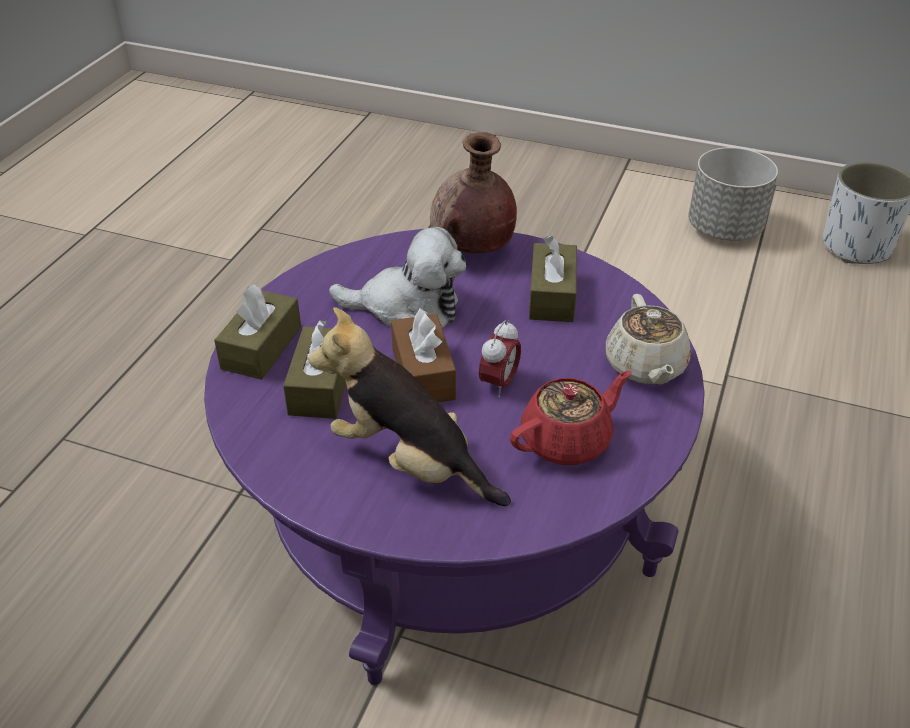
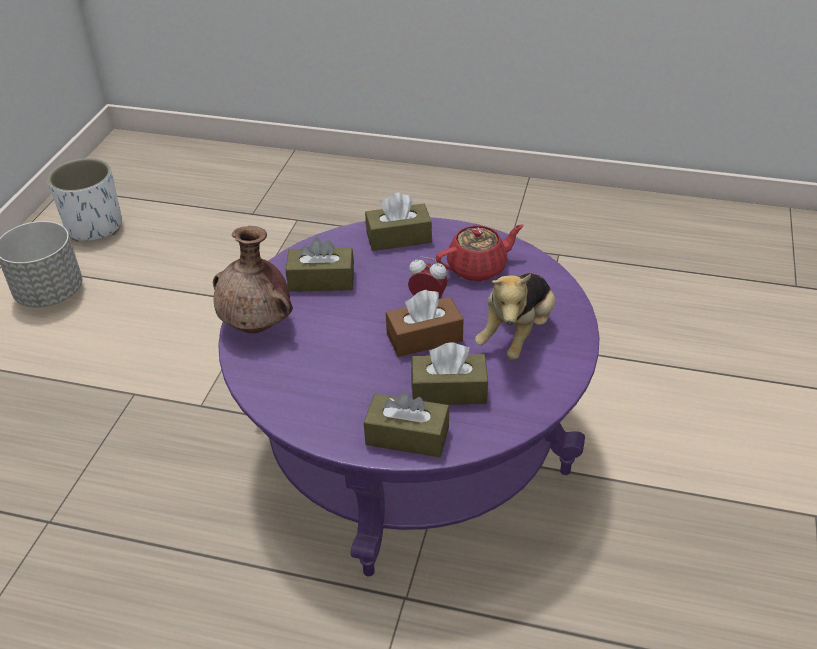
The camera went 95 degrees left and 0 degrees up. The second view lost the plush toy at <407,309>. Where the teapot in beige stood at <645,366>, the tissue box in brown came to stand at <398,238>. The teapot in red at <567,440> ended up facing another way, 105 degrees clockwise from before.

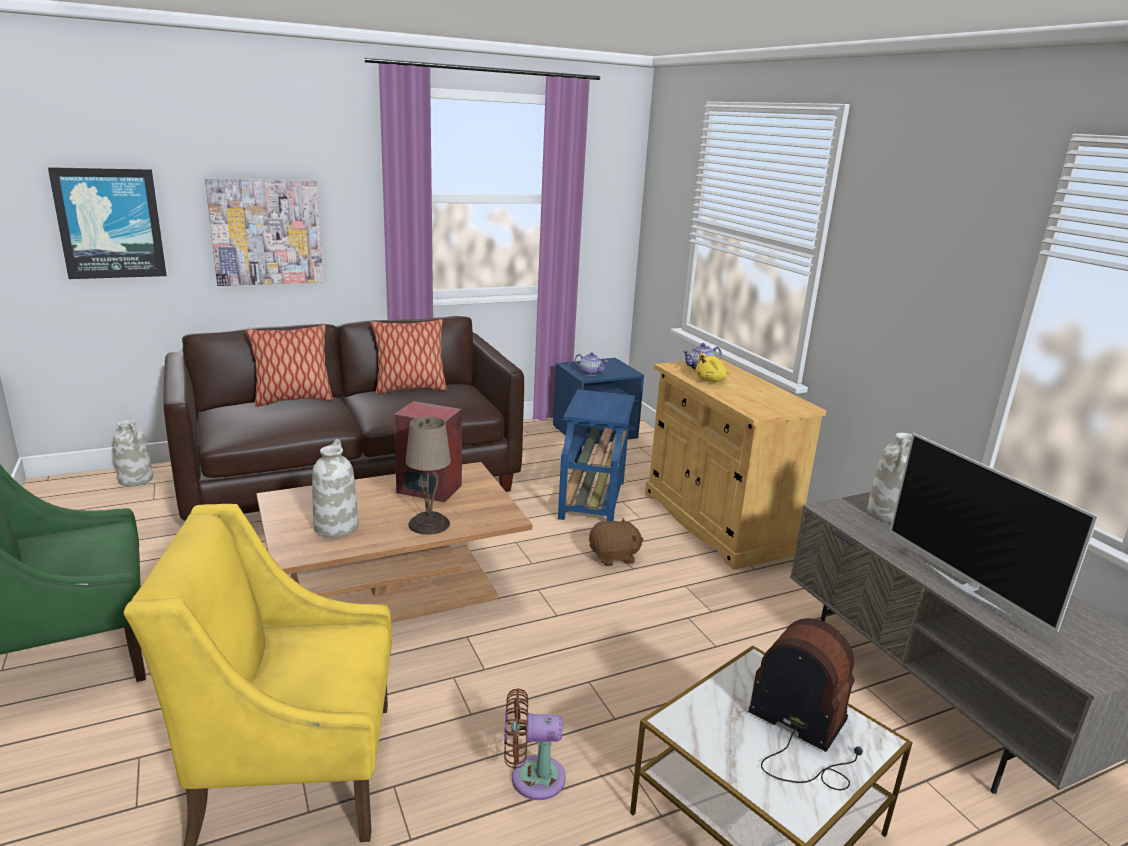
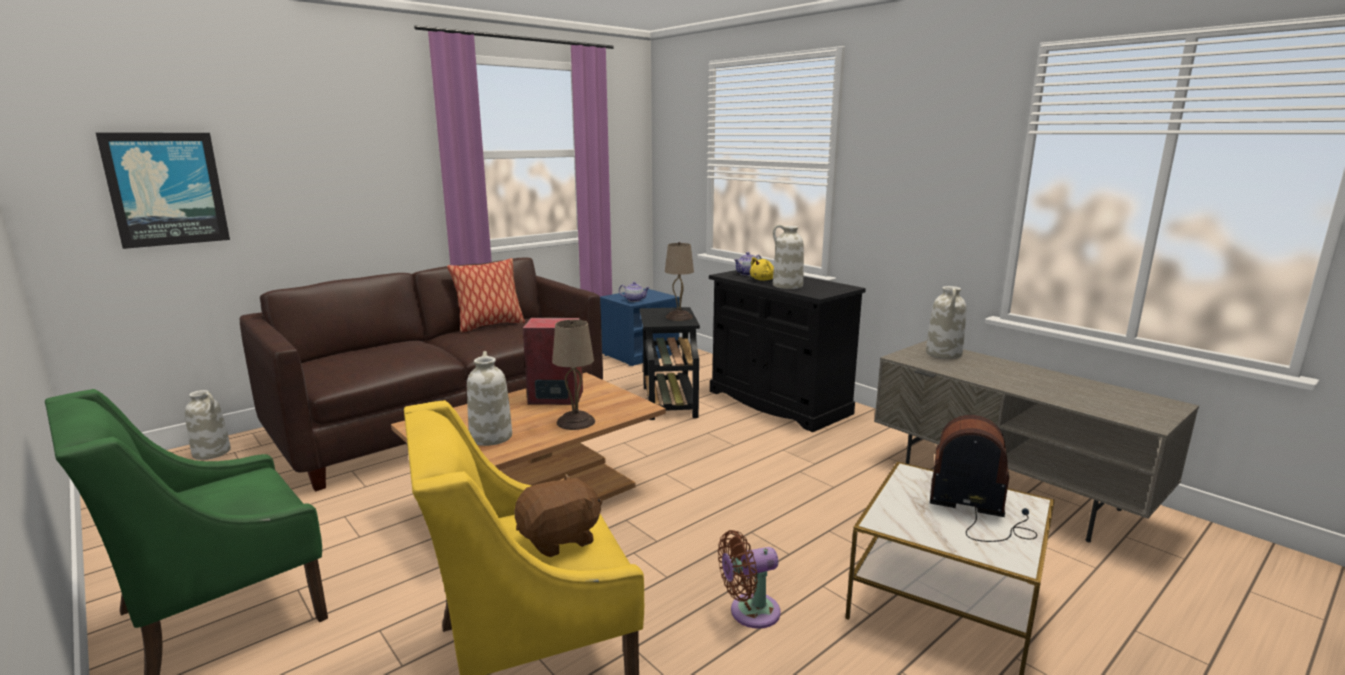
The camera went 15 degrees left and 5 degrees down. The second view lost the picture at <266,232>. The second view lost the pillow at <293,400>. The second view lost the television at <967,588>. The second view gained the table lamp in beige at <678,317>. The second view gained the vase in white at <787,286>. The plush toy in brown ended up elsewhere, having gone from <614,557> to <560,539>. What was the side table in blue at <592,499> turned into the side table in black at <669,401>. What was the cabinet in beige at <716,522> turned into the cabinet in black at <778,402>.

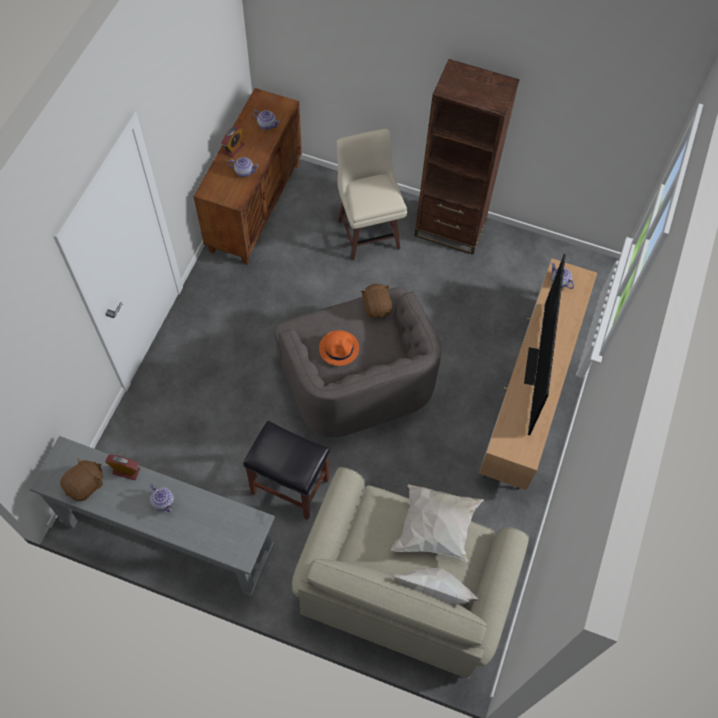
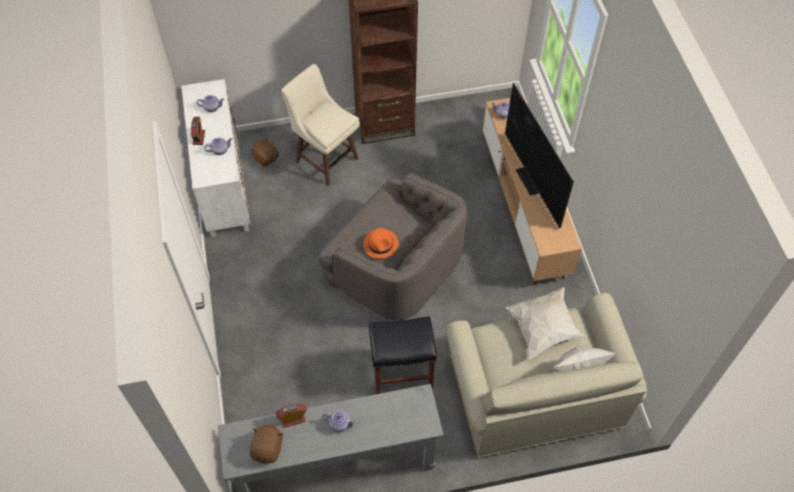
The camera went 30 degrees left and 5 degrees down. The plush toy in brown ended up elsewhere, having gone from <377,307> to <266,158>. What was the cabinet in brown at <254,206> turned into the cabinet in white at <223,184>.

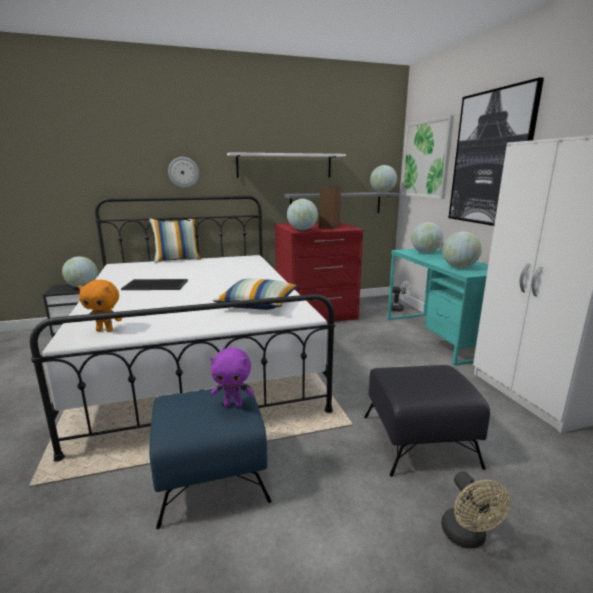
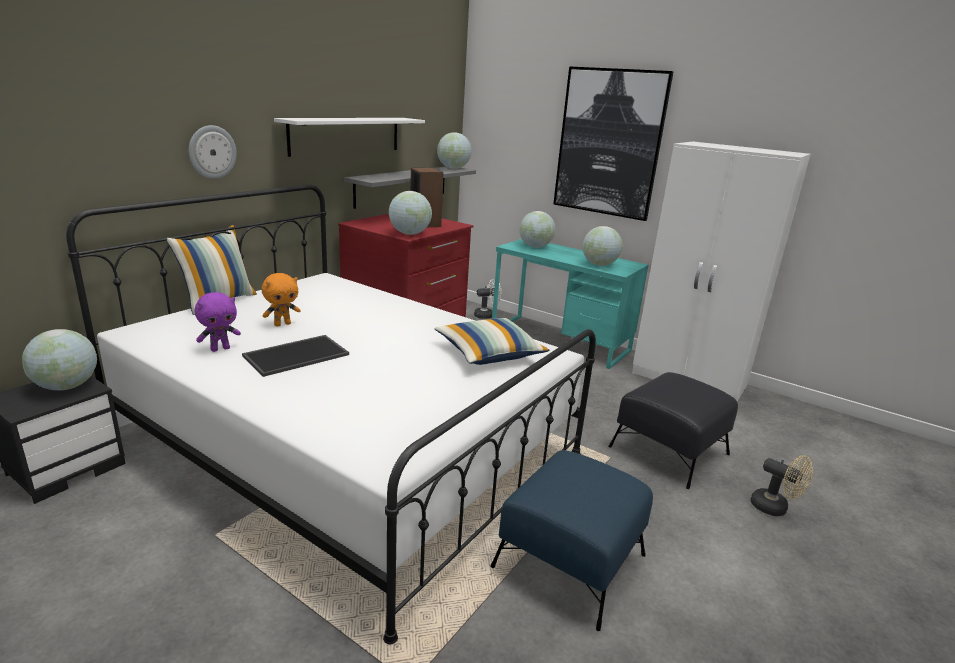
The camera went 40 degrees left and 5 degrees up. The second view lost the picture at <426,159>. The plush toy in orange ended up elsewhere, having gone from <105,330> to <282,324>. The plush toy in purple ended up elsewhere, having gone from <233,404> to <220,349>.

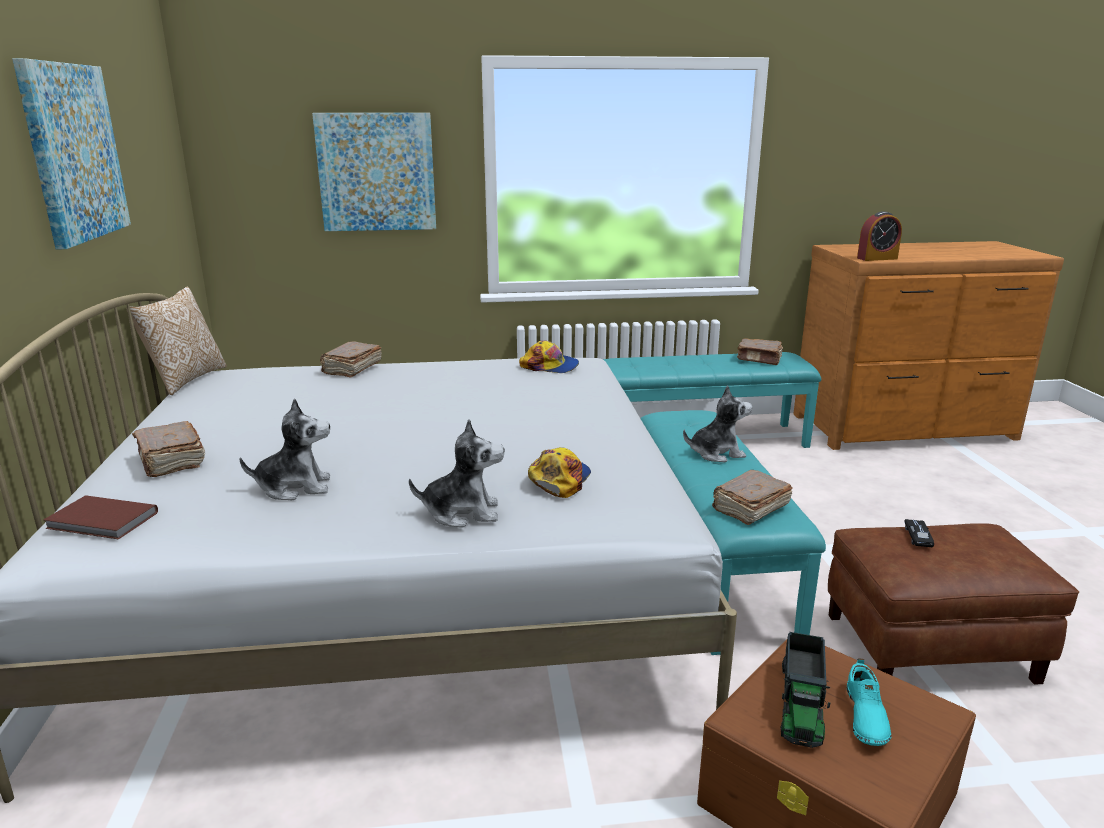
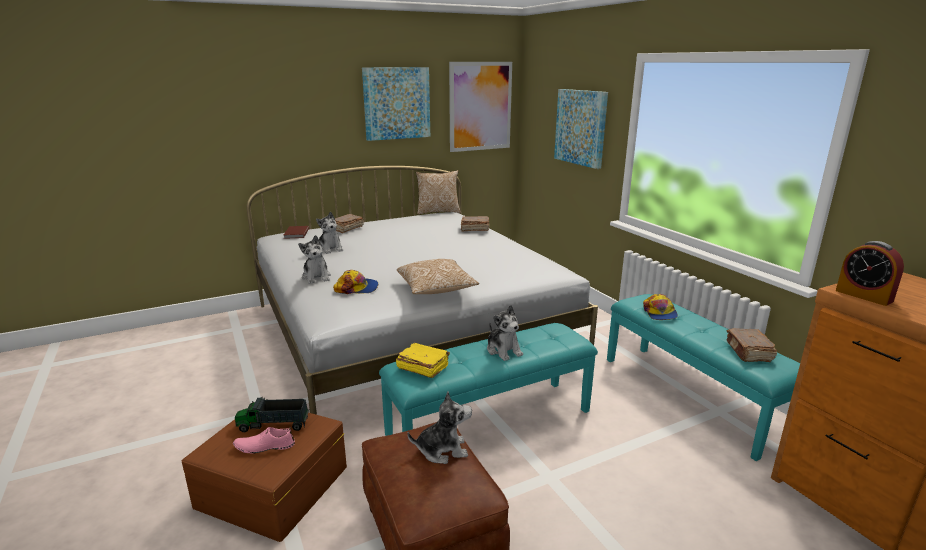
The camera went 70 degrees right and 0 degrees up. The second view gained the pillow at <436,289>. The second view gained the picture at <480,106>. The cap ended up elsewhere, having gone from <550,366> to <659,313>. Where the toy car in black stood at <917,538>, the plush toy came to stand at <442,450>. What was the book in brown at <749,508> turned into the book in yellow at <422,368>. What was the shoe in turquoise at <864,716> turned into the shoe in pink at <264,446>.

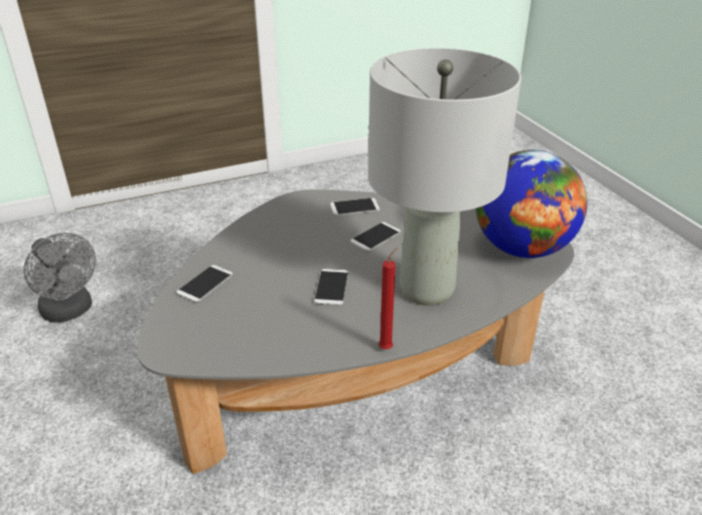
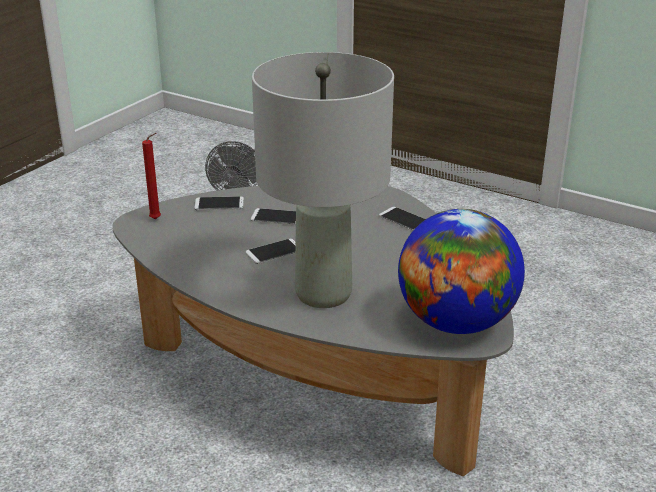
The camera went 55 degrees right and 5 degrees down. The phone ended up elsewhere, having gone from <375,237> to <277,217>. The candle in red ended up elsewhere, having gone from <387,347> to <157,219>.

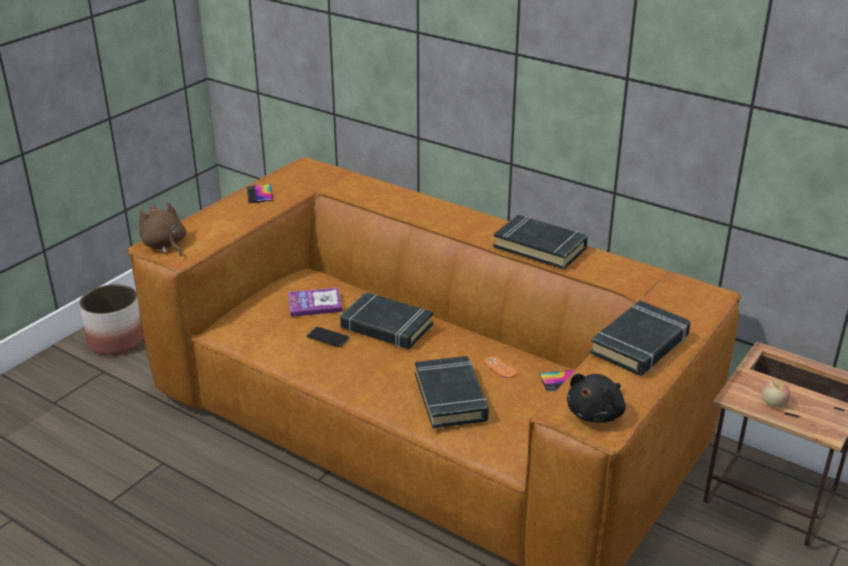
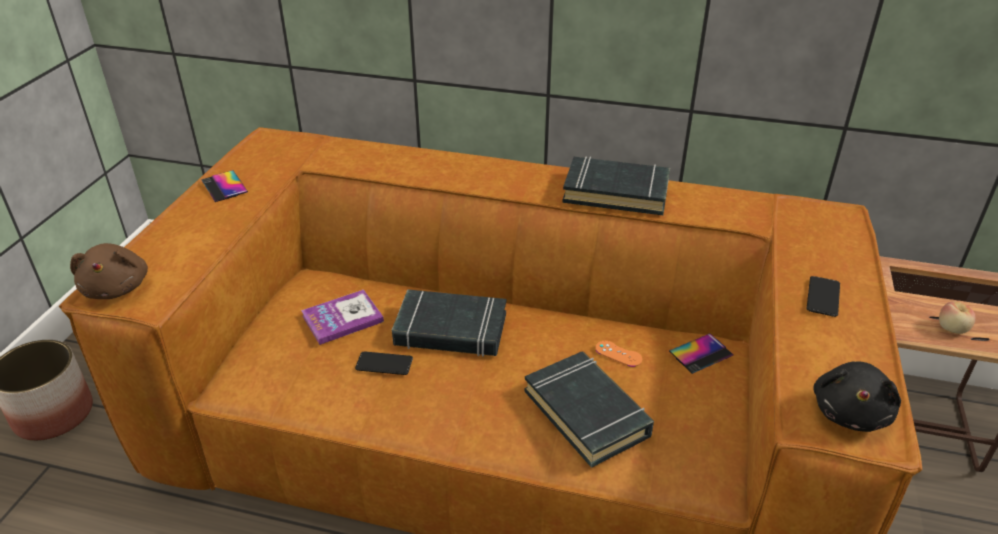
The camera went 20 degrees left and 5 degrees up. Where the book in black stood at <640,344>, the phone came to stand at <823,297>. The plush toy in brown at <165,245> ended up facing another way, 135 degrees counterclockwise from before.

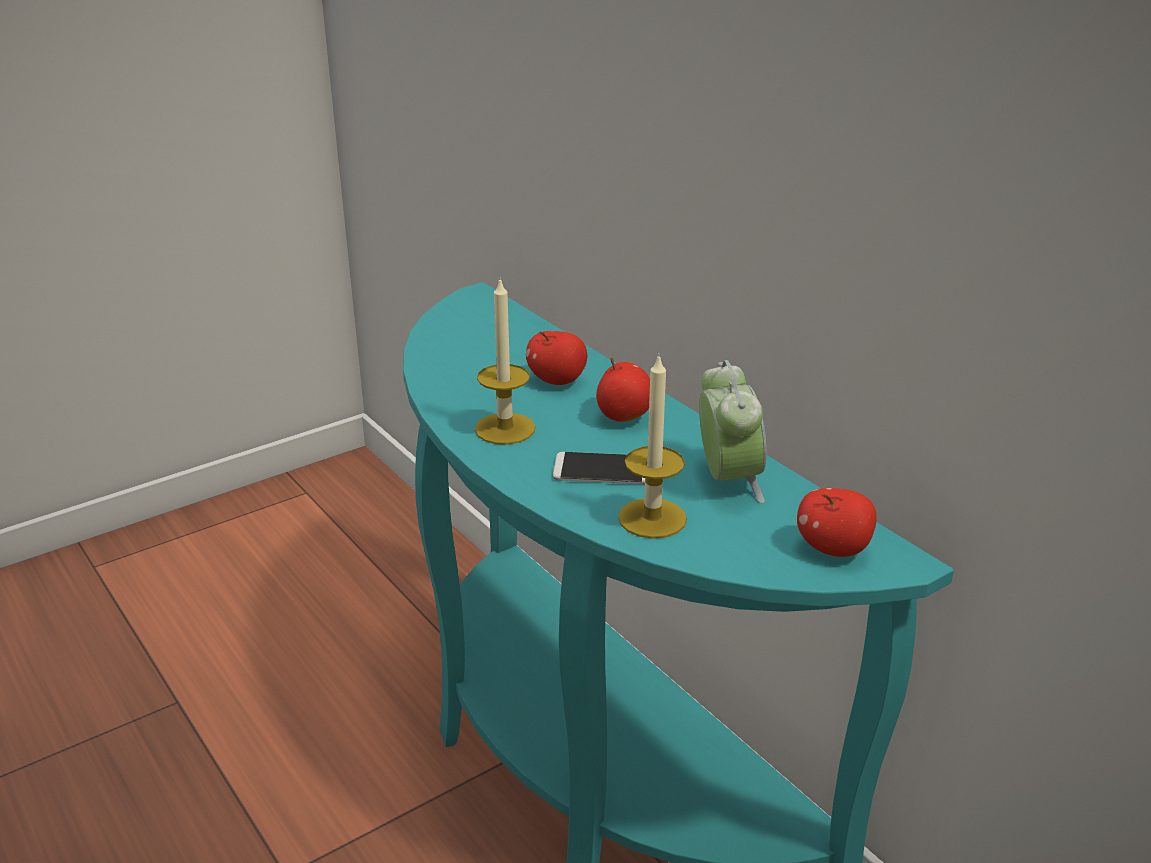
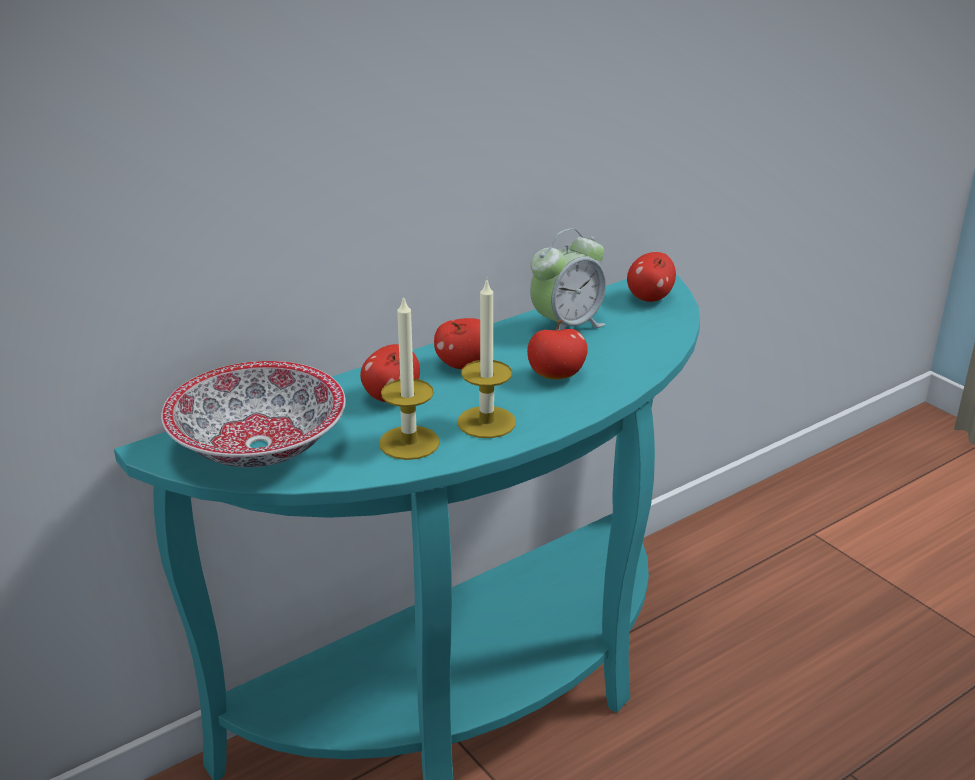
The camera went 90 degrees left and 0 degrees up. The second view gained the bowl at <258,445>. The candle ended up elsewhere, having gone from <652,518> to <409,443>. Where the phone stood at <602,470>, the apple came to stand at <556,376>. The alarm clock at <728,480> ended up facing another way, 150 degrees clockwise from before.

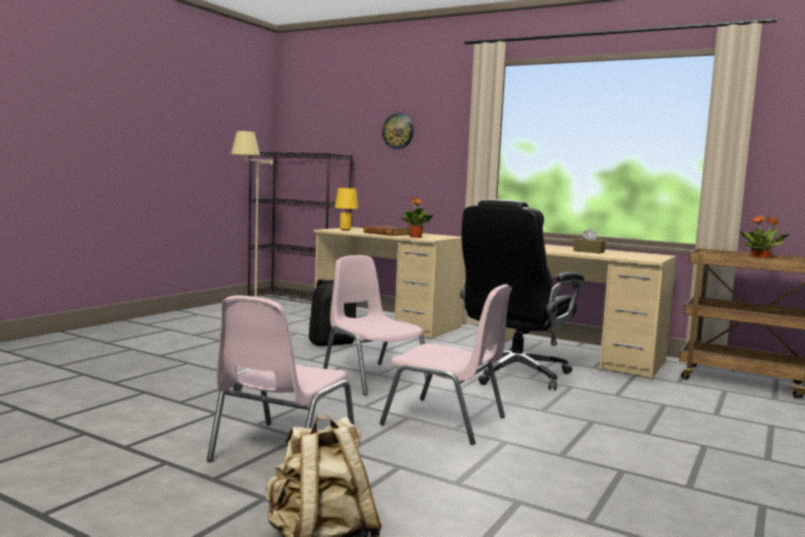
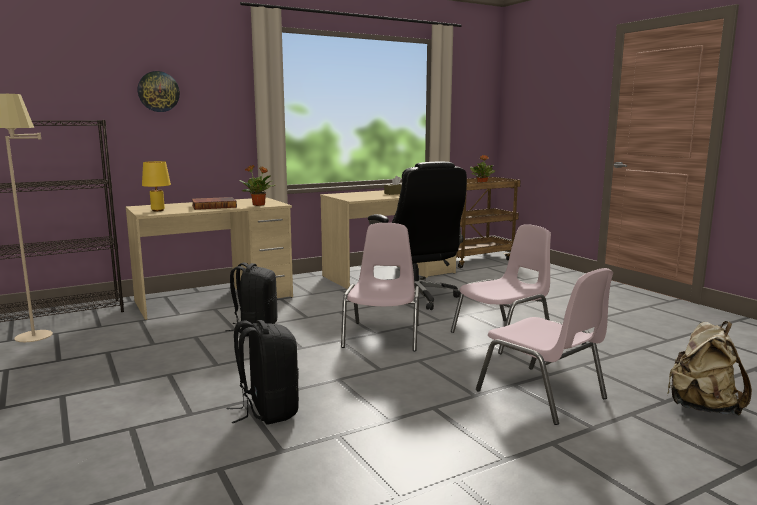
The camera went 60 degrees left and 5 degrees up. The second view gained the backpack in black at <267,411>. The chair in pink at <373,378> ended up facing another way, 105 degrees clockwise from before.

